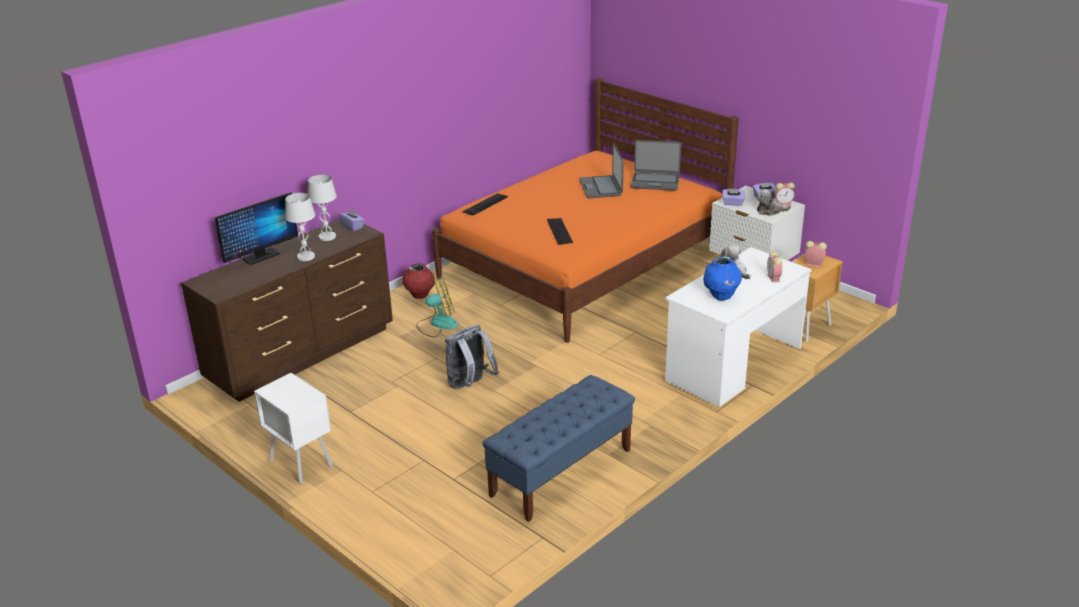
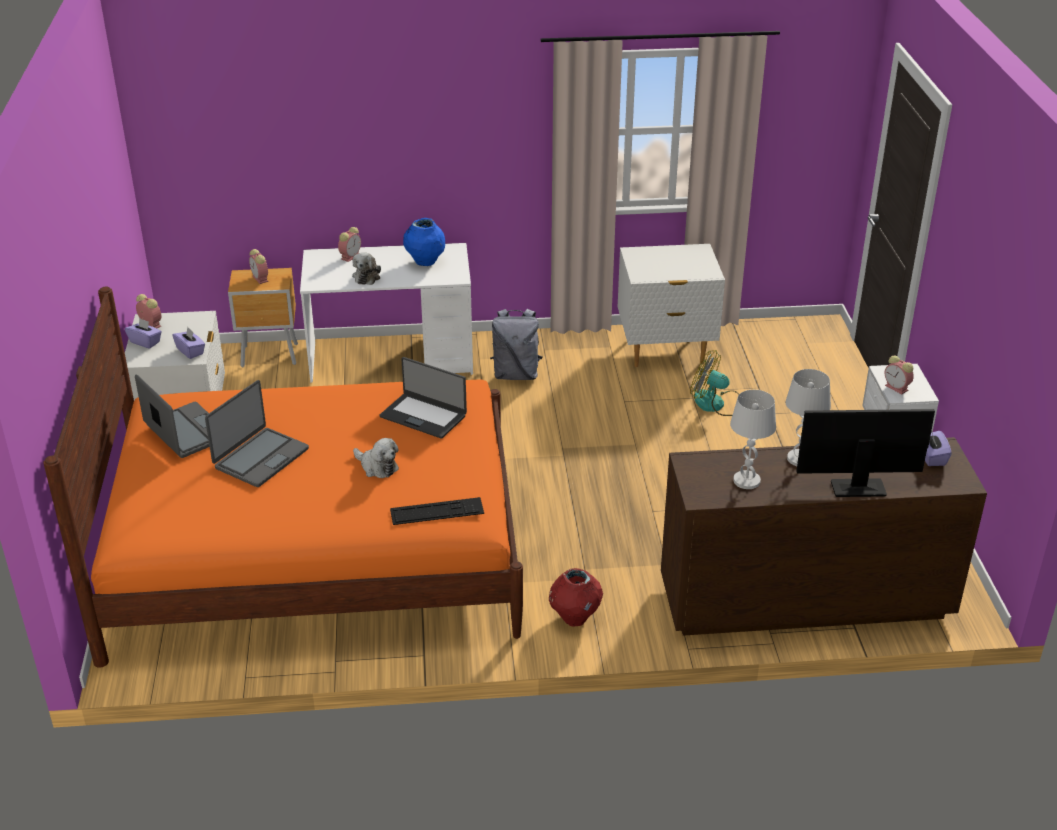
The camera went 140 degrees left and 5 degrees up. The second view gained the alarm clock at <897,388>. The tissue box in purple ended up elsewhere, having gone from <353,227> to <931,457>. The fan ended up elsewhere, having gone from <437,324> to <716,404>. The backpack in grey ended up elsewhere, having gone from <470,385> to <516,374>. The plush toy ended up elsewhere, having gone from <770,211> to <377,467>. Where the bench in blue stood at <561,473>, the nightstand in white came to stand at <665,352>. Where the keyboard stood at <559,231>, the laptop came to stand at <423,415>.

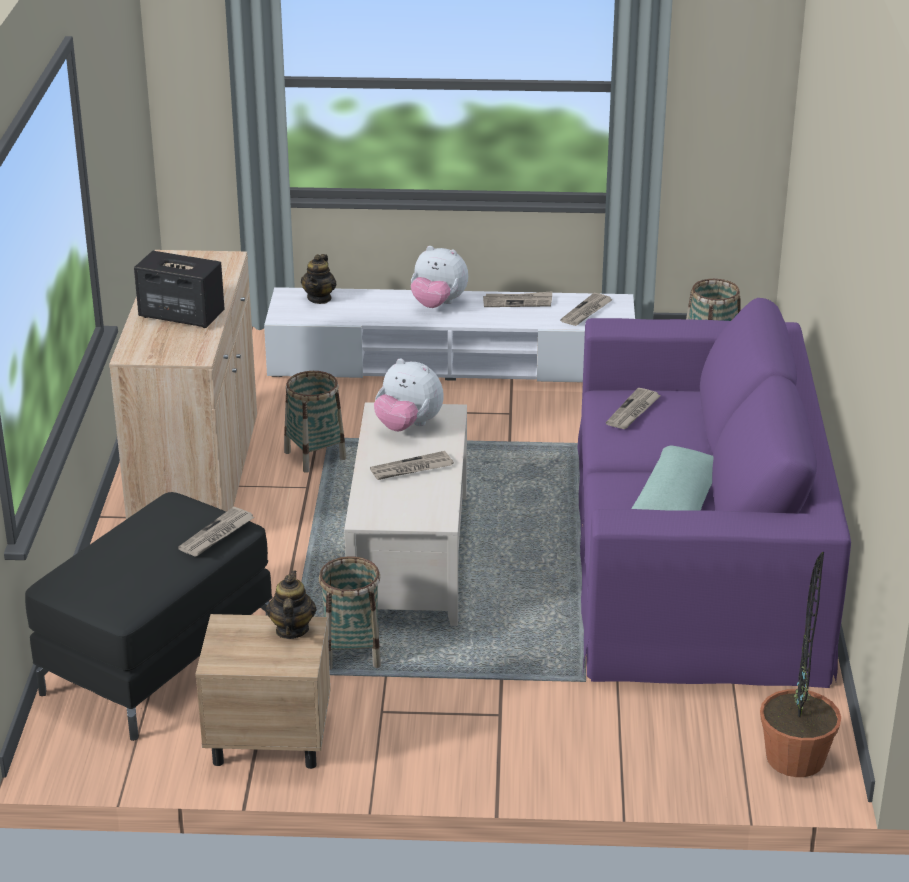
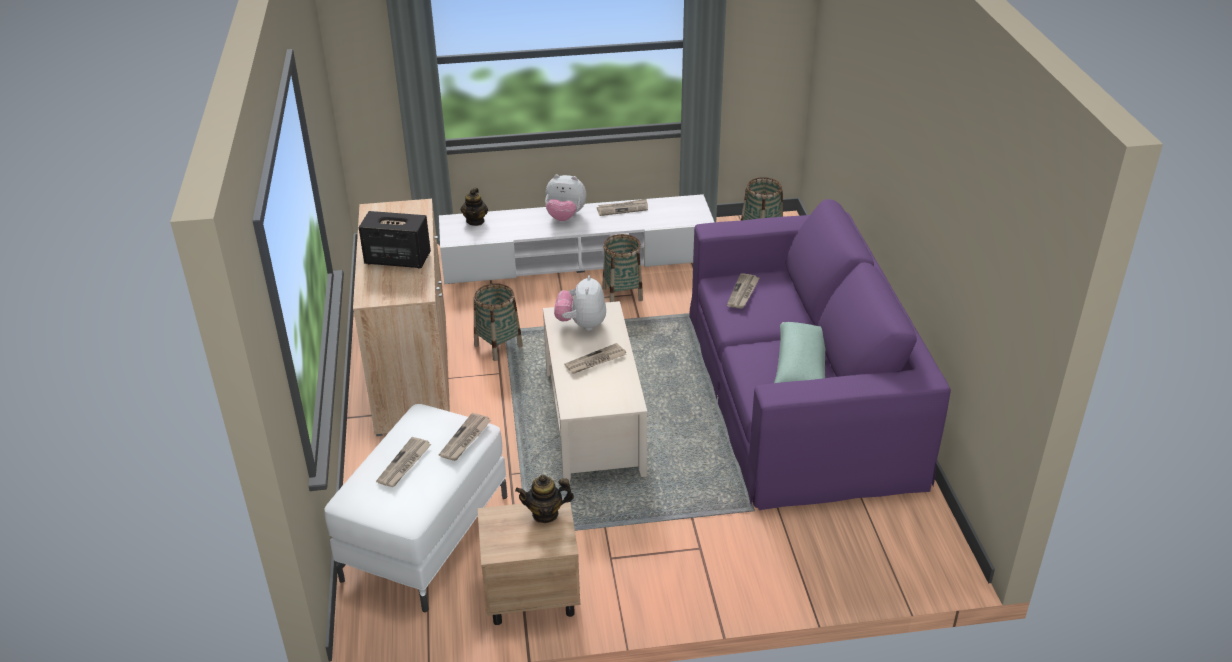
The camera went 10 degrees left and 5 degrees up. The second view lost the potted plant at <795,758>. The basket ended up elsewhere, having gone from <352,653> to <622,294>. The newspaper ended up elsewhere, having gone from <586,312> to <404,464>. What was the ottoman in black at <159,658> turned into the ottoman in white at <426,536>. The teapot at <291,630> ended up facing another way, 90 degrees counterclockwise from before. The plush toy at <408,426> ended up facing another way, 75 degrees clockwise from before.

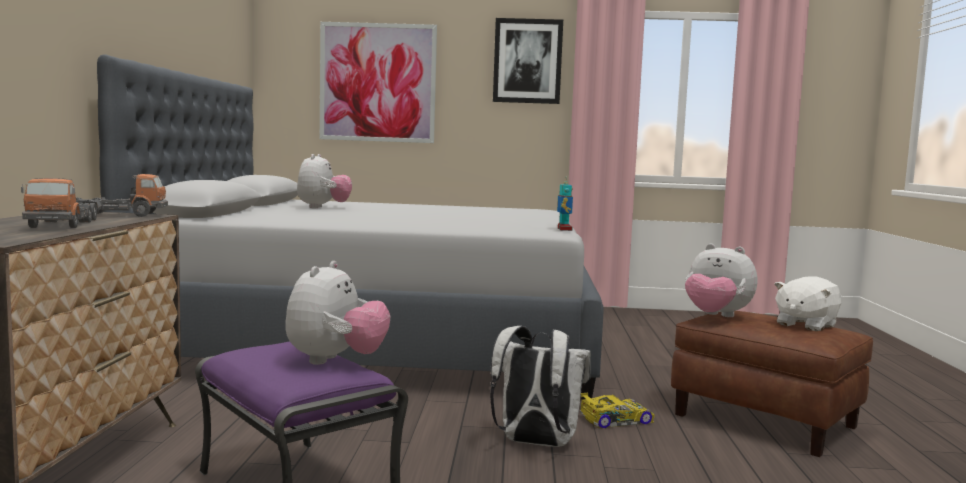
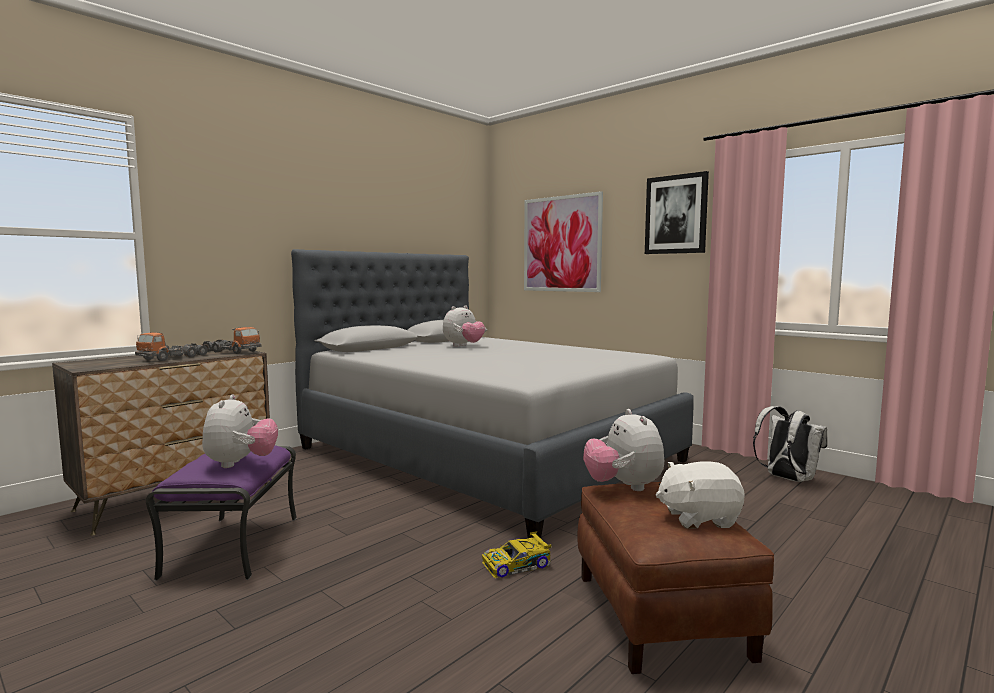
The camera went 40 degrees right and 0 degrees up. The second view lost the toy robot at <564,229>. The backpack in white ended up elsewhere, having gone from <535,443> to <787,479>. The plush toy at <336,361> ended up facing another way, 60 degrees counterclockwise from before. The toy car at <614,420> ended up facing another way, 135 degrees clockwise from before.

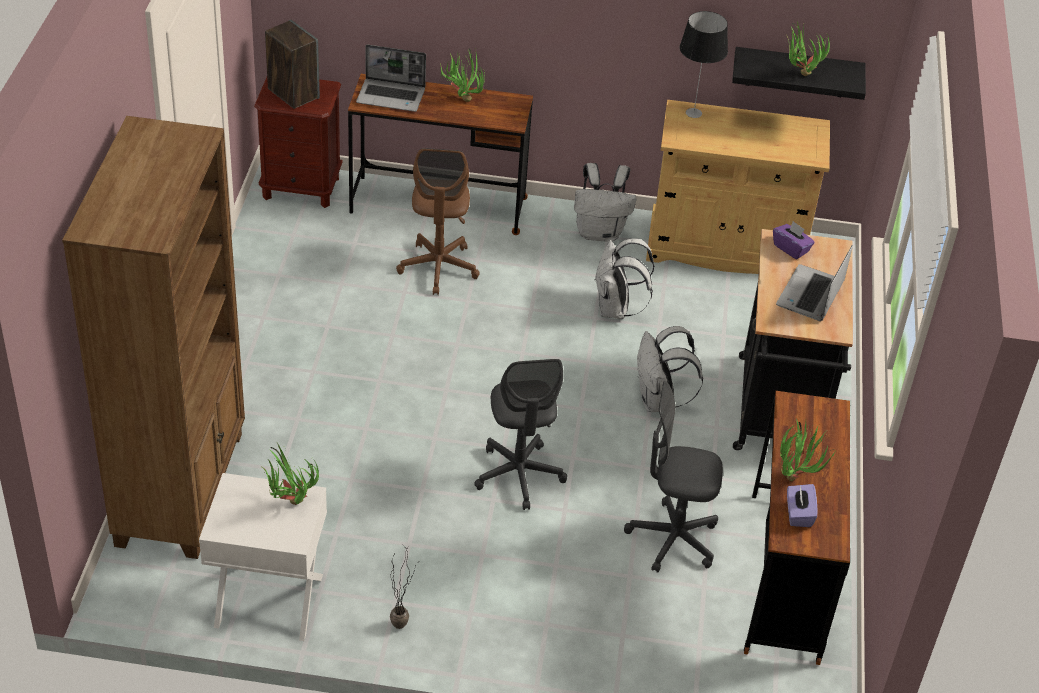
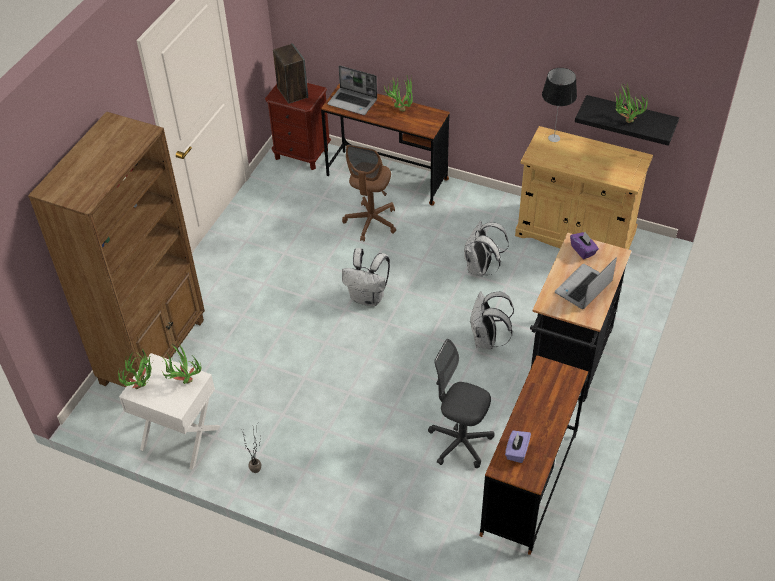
The camera went 20 degrees right and 5 degrees up. The second view lost the office chair in grey at <519,475>. The backpack in white ended up elsewhere, having gone from <600,232> to <368,297>. The potted plant ended up elsewhere, having gone from <796,475> to <143,385>.

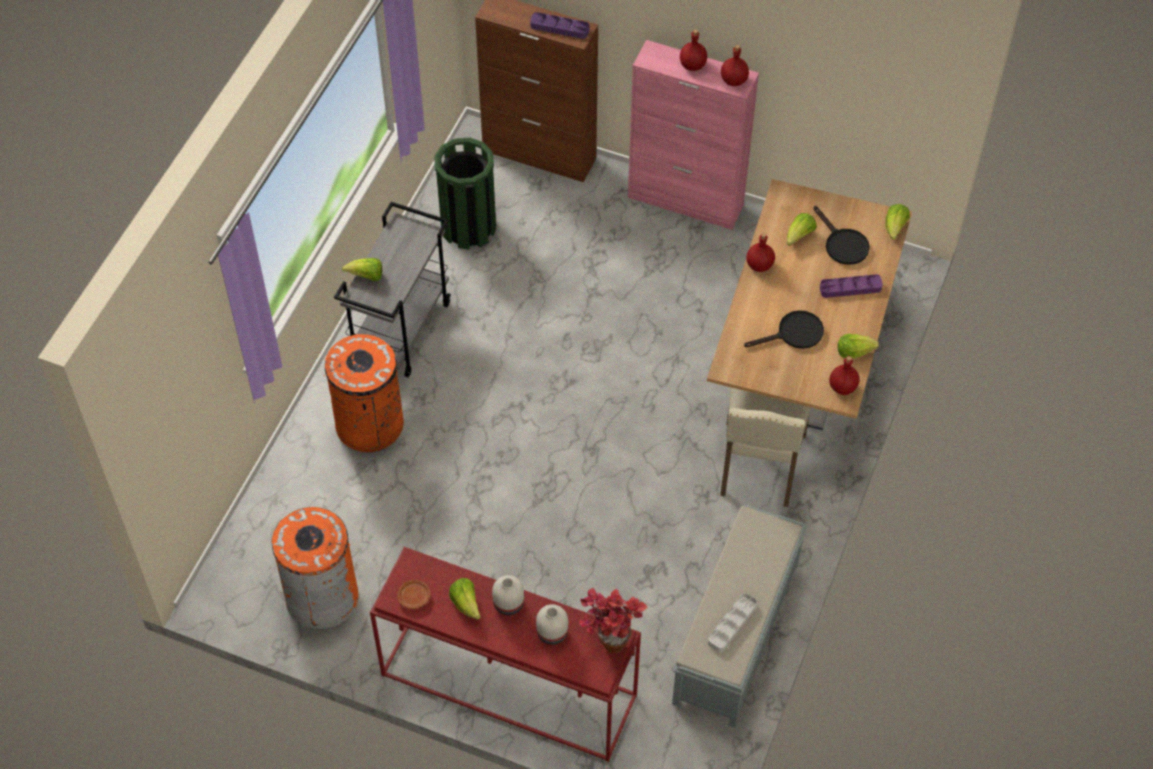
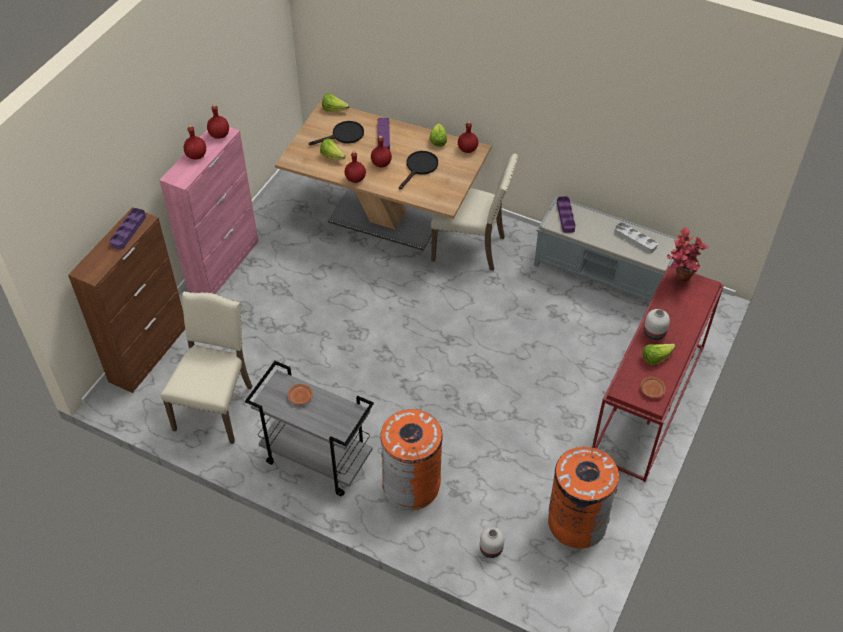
The camera went 85 degrees left and 5 degrees down. The second view lost the lettuce at <366,276>. The second view gained the plate in brown at <300,397>. The second view gained the bottle in red at <381,164>. The second view gained the tray in purple at <565,216>. The vase in white ended up elsewhere, having gone from <553,633> to <491,548>. Where the trash can in green stood at <468,228>, the chair in beige came to stand at <216,406>. The frying pan in black at <794,334> ended up facing another way, 45 degrees clockwise from before.

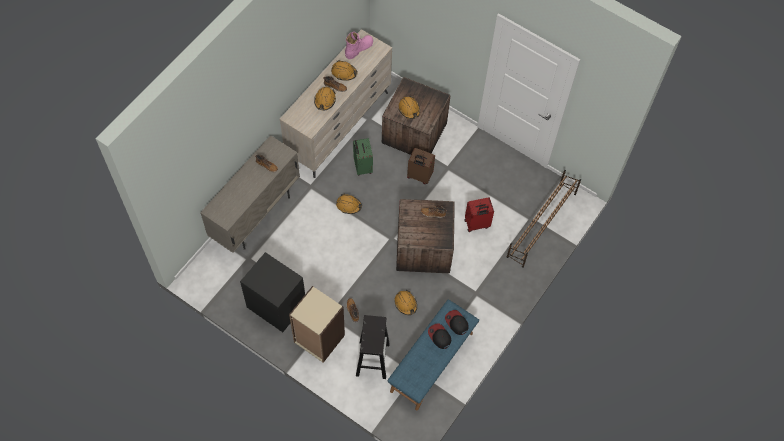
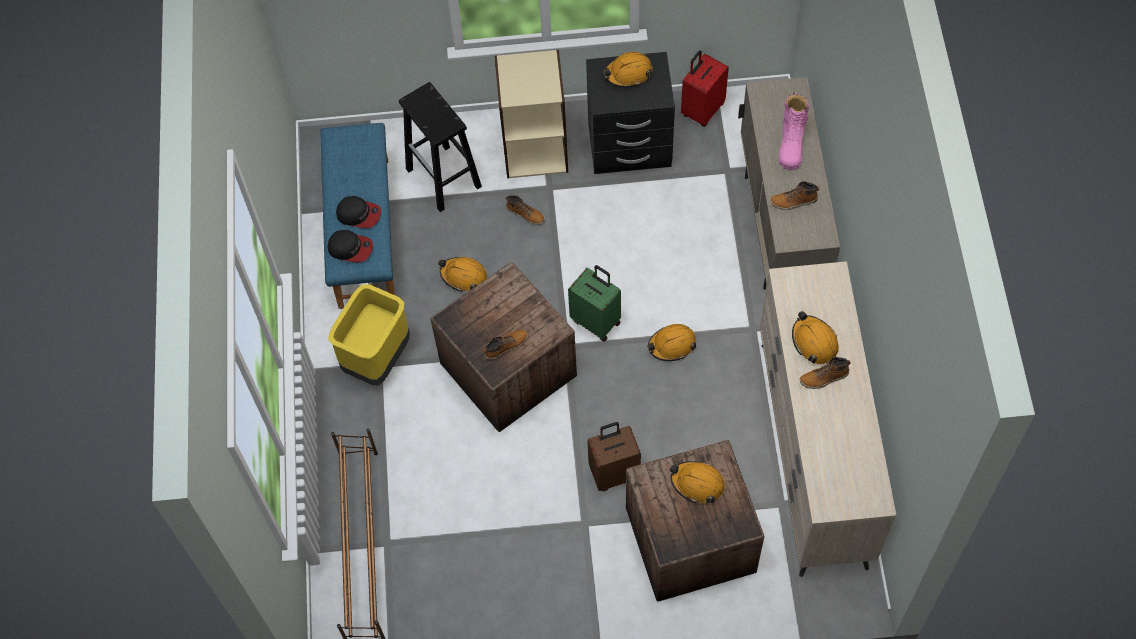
The camera went 145 degrees right and 0 degrees up. The second view gained the trash can in yellow at <377,357>. The hard hat in orange ended up elsewhere, having gone from <344,72> to <628,73>. The boot in pink ended up elsewhere, having gone from <358,48> to <791,143>. The suitcase in green ended up elsewhere, having gone from <362,166> to <596,321>. The suitcase in red ended up elsewhere, having gone from <477,224> to <702,109>.

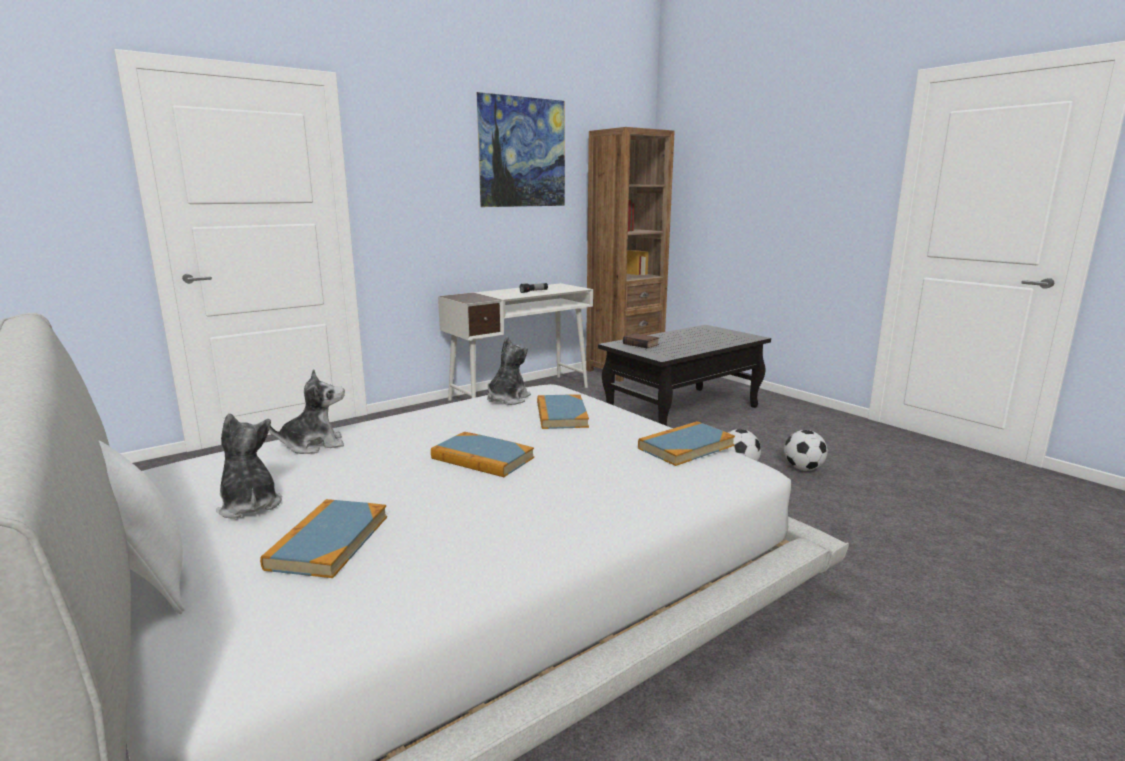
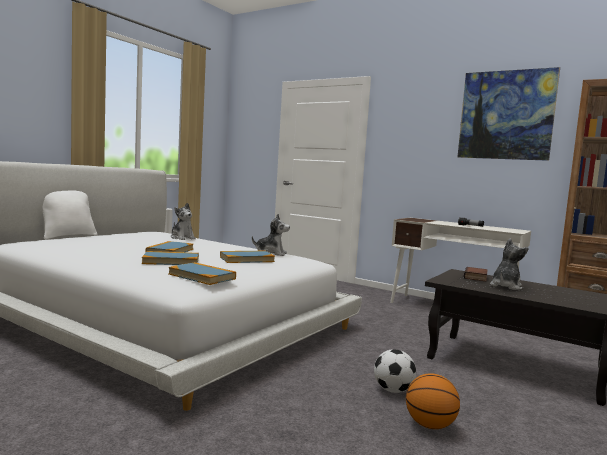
The camera went 70 degrees right and 10 degrees down. The plush toy ended up elsewhere, having gone from <249,505> to <505,286>. The book ended up elsewhere, having gone from <328,542> to <171,261>. Where the football stood at <803,468>, the basketball came to stand at <430,425>.

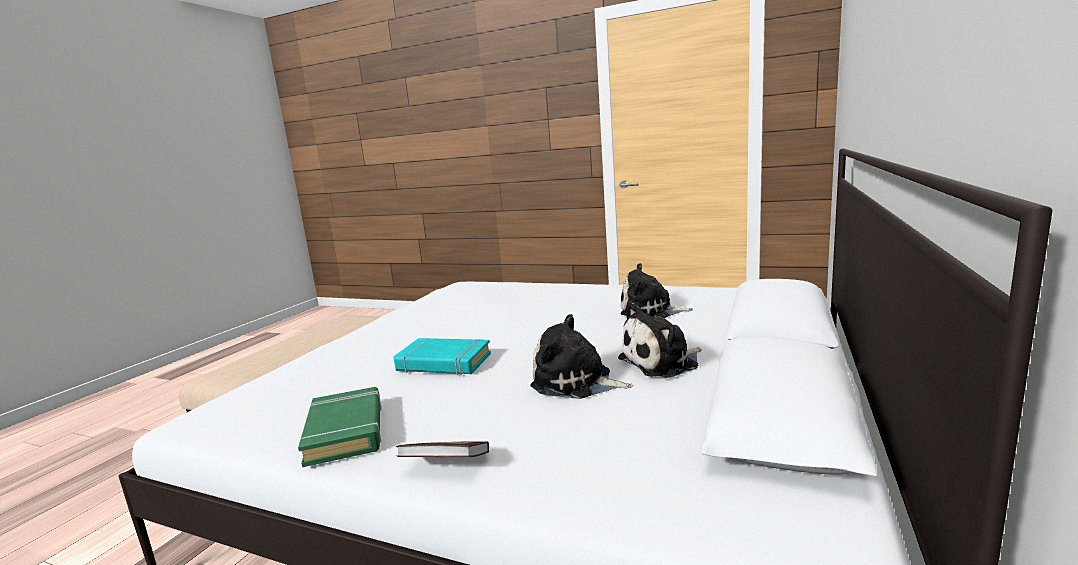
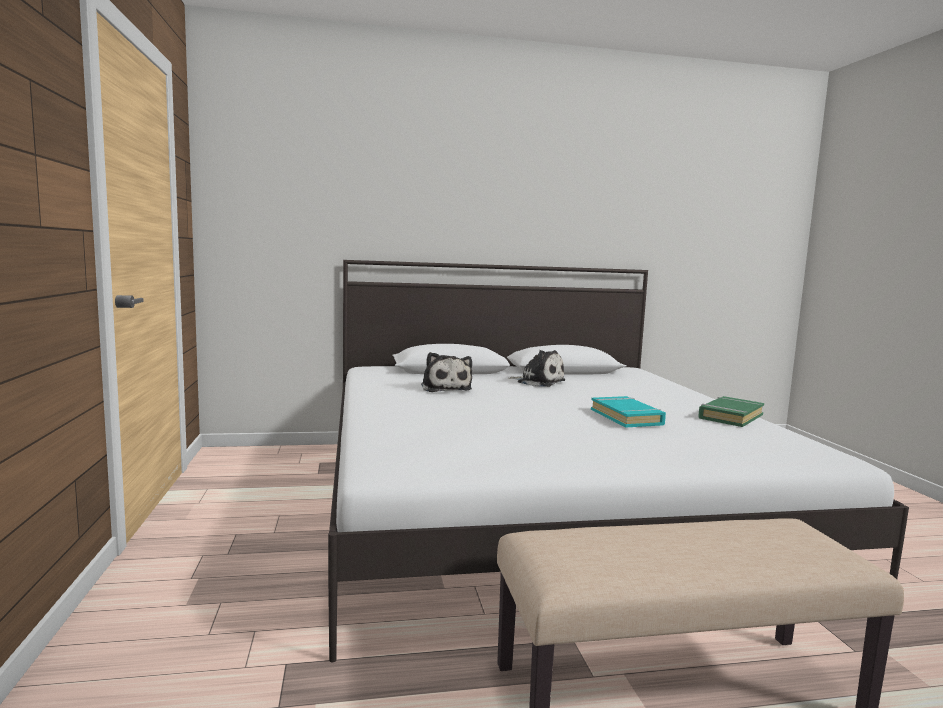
The camera went 125 degrees left and 5 degrees down. The second view lost the book at <446,465>. The second view lost the plush toy at <576,382>.

